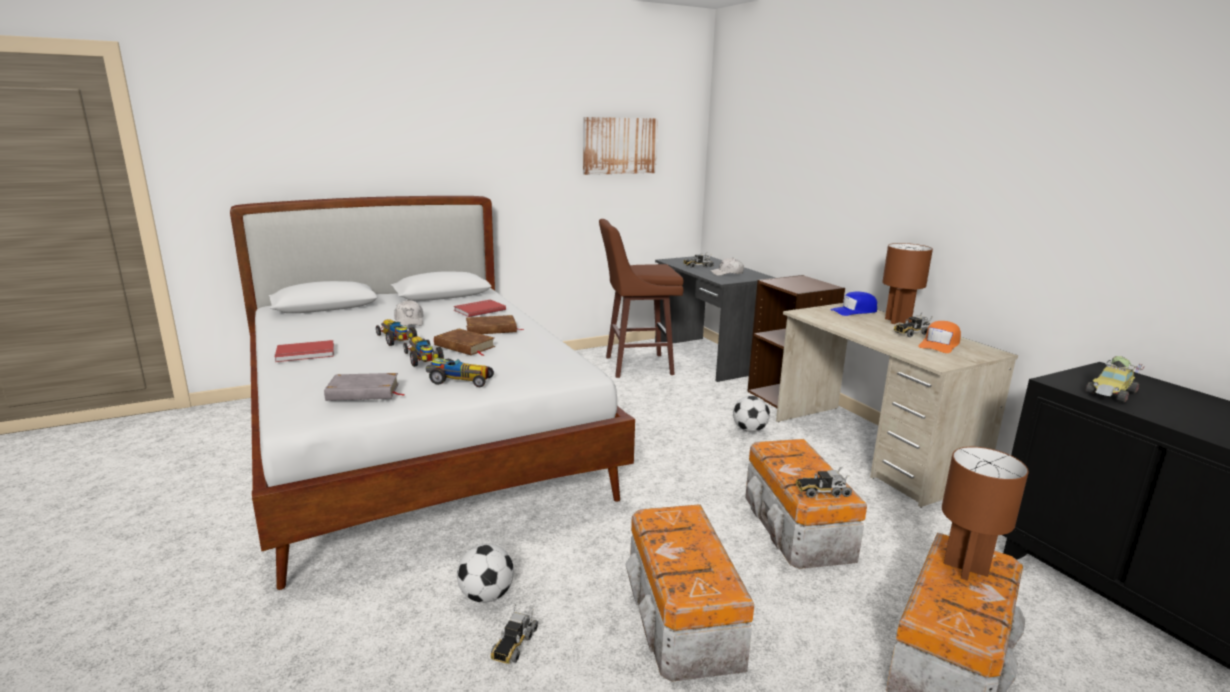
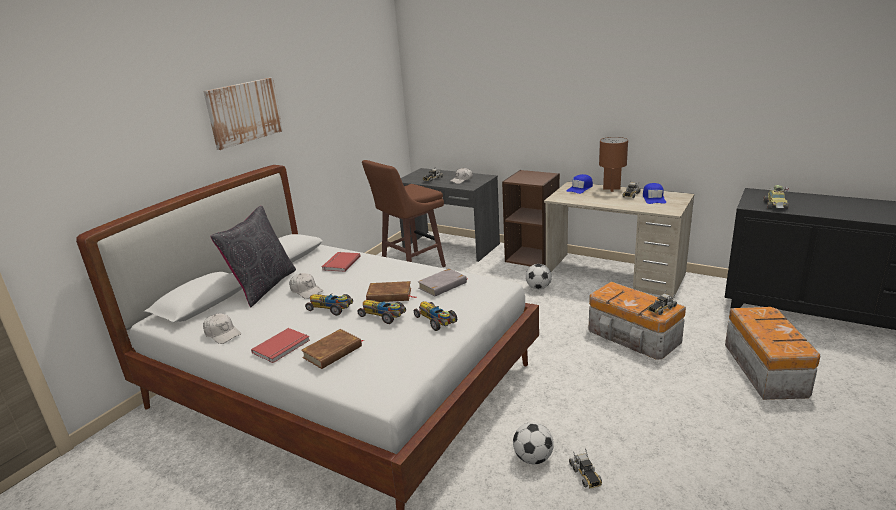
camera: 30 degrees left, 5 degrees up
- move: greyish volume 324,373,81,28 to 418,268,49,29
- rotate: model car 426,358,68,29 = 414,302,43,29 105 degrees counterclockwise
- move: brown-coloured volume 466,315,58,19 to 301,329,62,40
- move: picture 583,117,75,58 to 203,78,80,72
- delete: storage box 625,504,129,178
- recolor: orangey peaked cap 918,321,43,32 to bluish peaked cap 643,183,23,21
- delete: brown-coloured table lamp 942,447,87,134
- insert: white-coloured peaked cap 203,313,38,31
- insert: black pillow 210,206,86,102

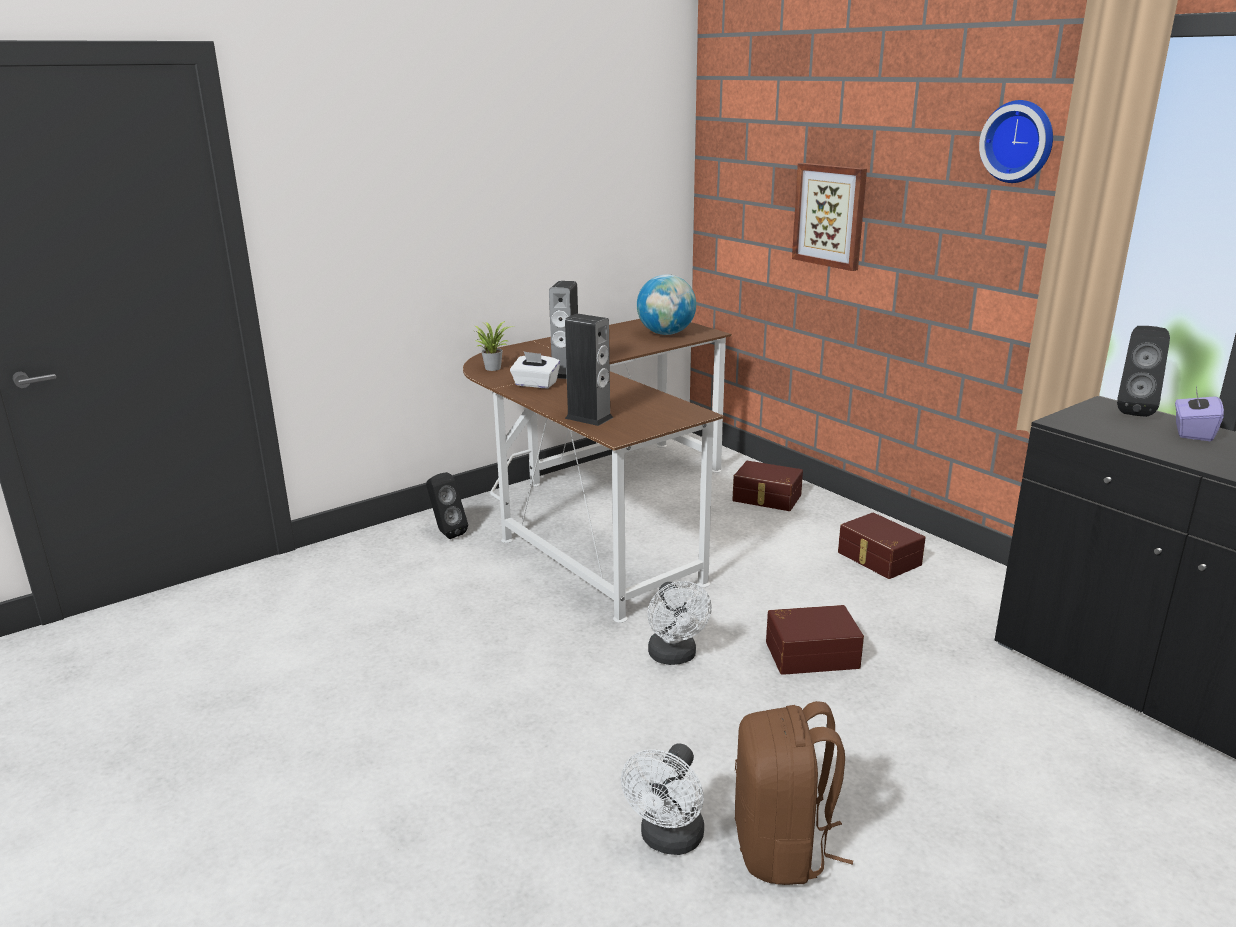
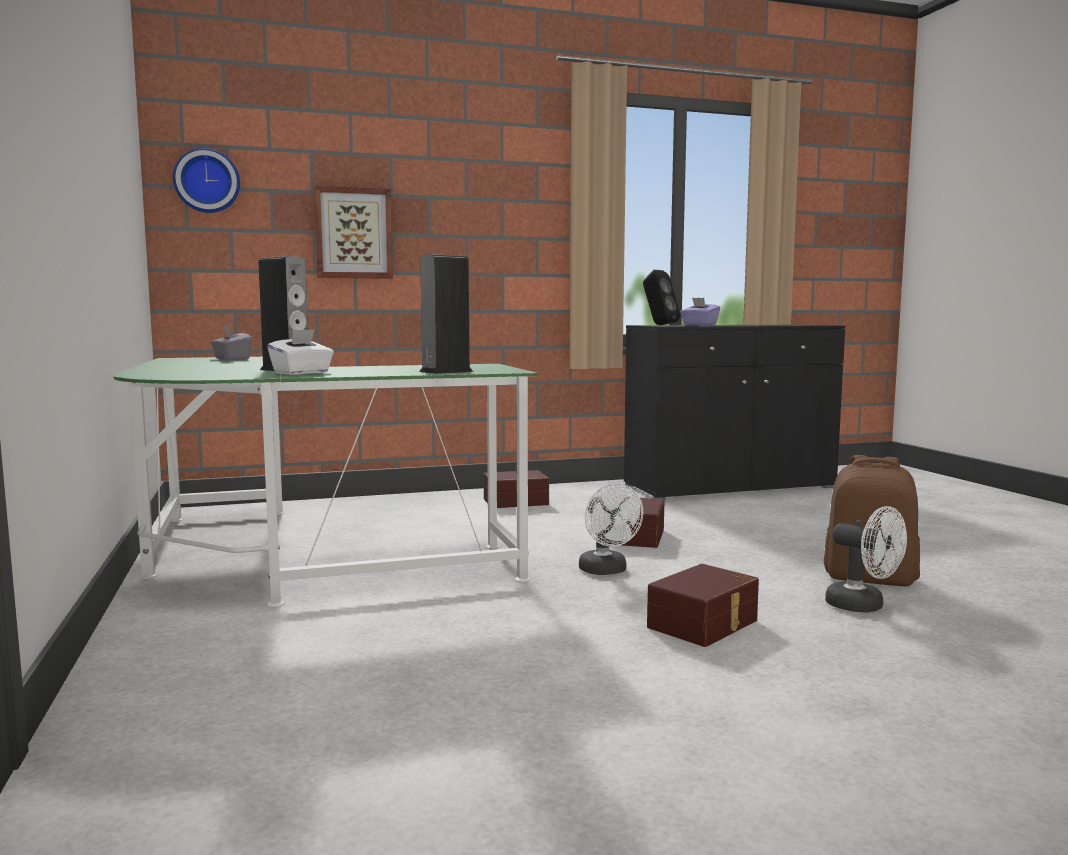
camera: 70 degrees left, 15 degrees down
- delete: black loudspeaker 426,472,42,67
- recolor: brown-coloured desk table 463,319,268,304 to green-coloured desk table 113,357,425,250
- delete: houseplant 475,321,40,50
- replace: world globe 637,274,59,61 to greyish tissue box 211,326,41,34
- rotate: white-coloured electric fan 647,581,65,84 = 579,483,64,92 60 degrees clockwise
- move: brown-coloured storage box 732,461,71,50 to 647,564,112,83
- move: clock on the wall 979,100,74,83 to 173,148,67,65

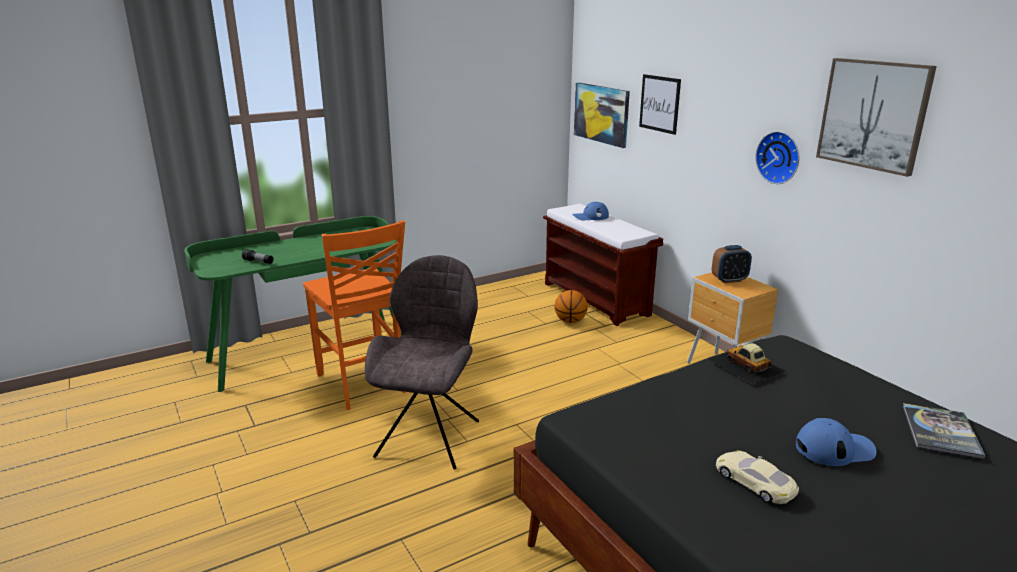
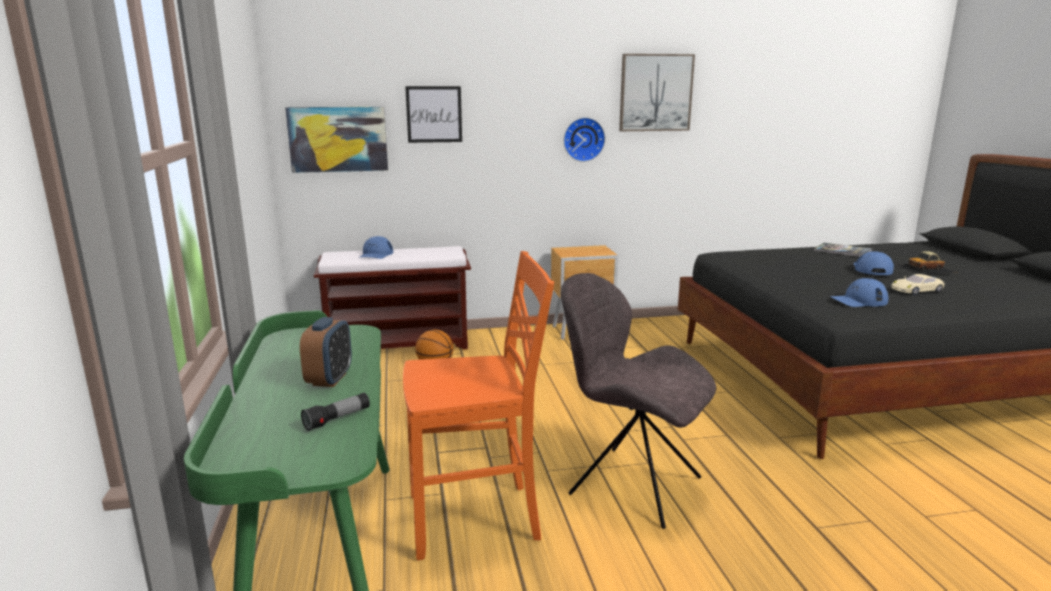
camera: 70 degrees left, 5 degrees down
- move: model car 708,343,78,41 to 895,251,62,23
- move: table clock 712,245,40,38 to 300,317,52,70
- insert: bluish peaked cap 830,278,59,29

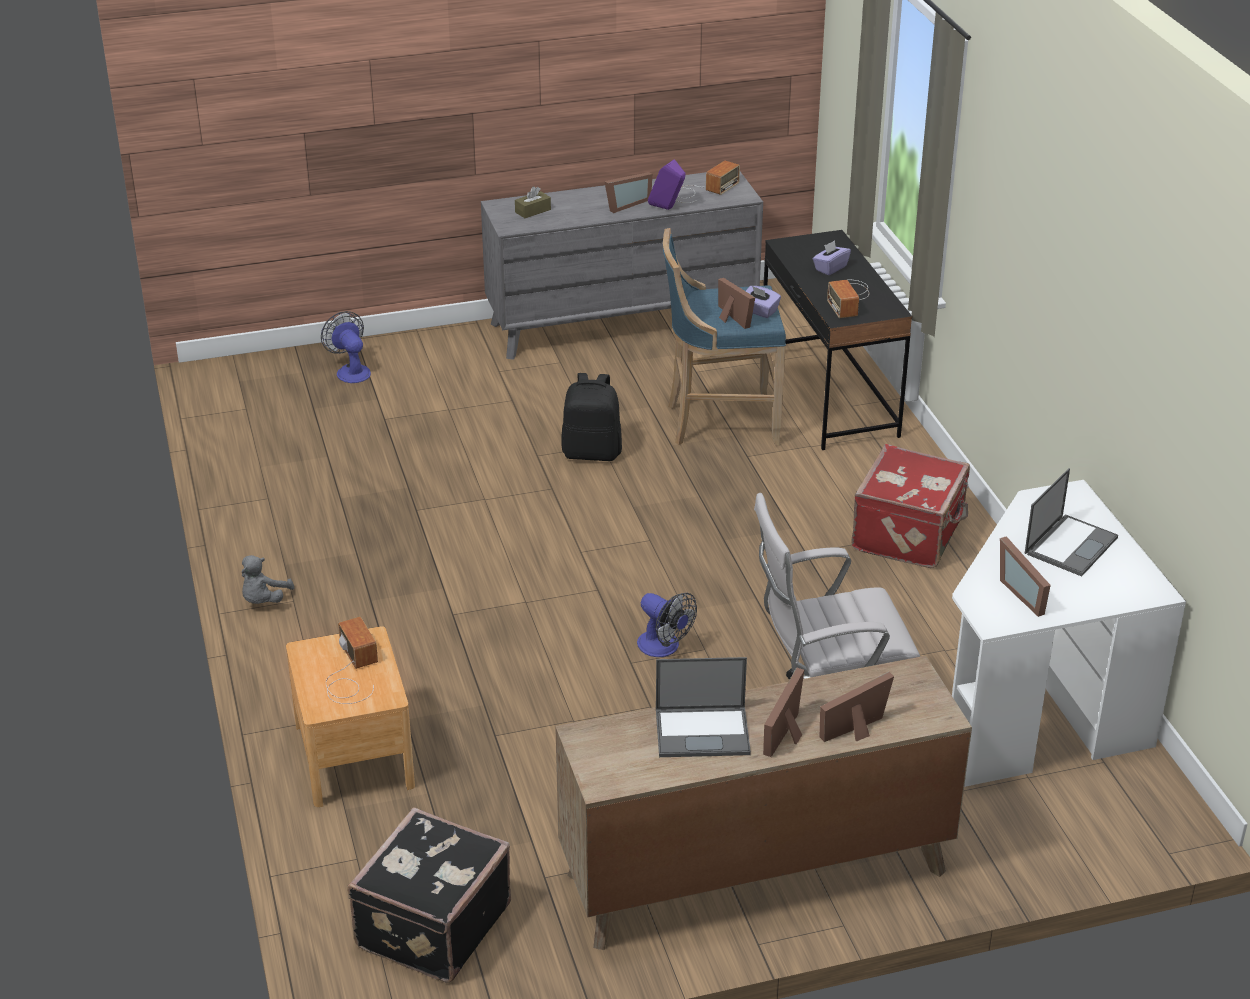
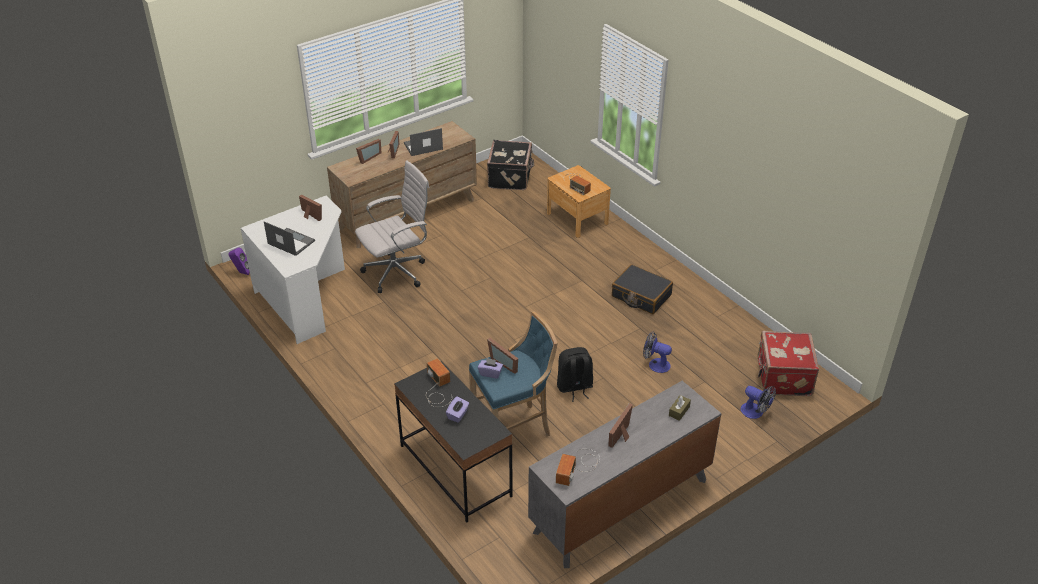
camera: 160 degrees right, 5 degrees up
- delete: greyish cuddly toy 242,555,52,49
- move: electric fan 637,593,60,64 to 643,331,29,42
- move: purple loudspeaker 648,159,38,51 to 229,247,21,28
- move: red suitcase 851,444,119,124 to 757,331,62,65
- rotate: notebook computer 1025,468,93,108 = 264,221,51,35 105 degrees clockwise
- insert: black suitcase 612,264,61,50

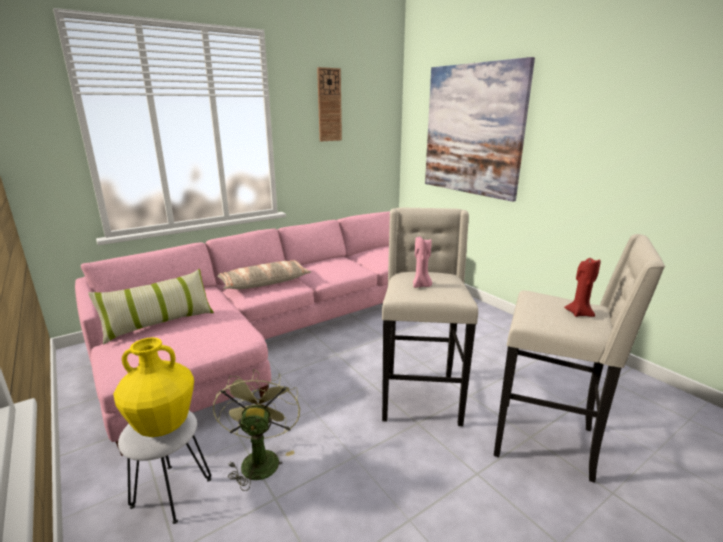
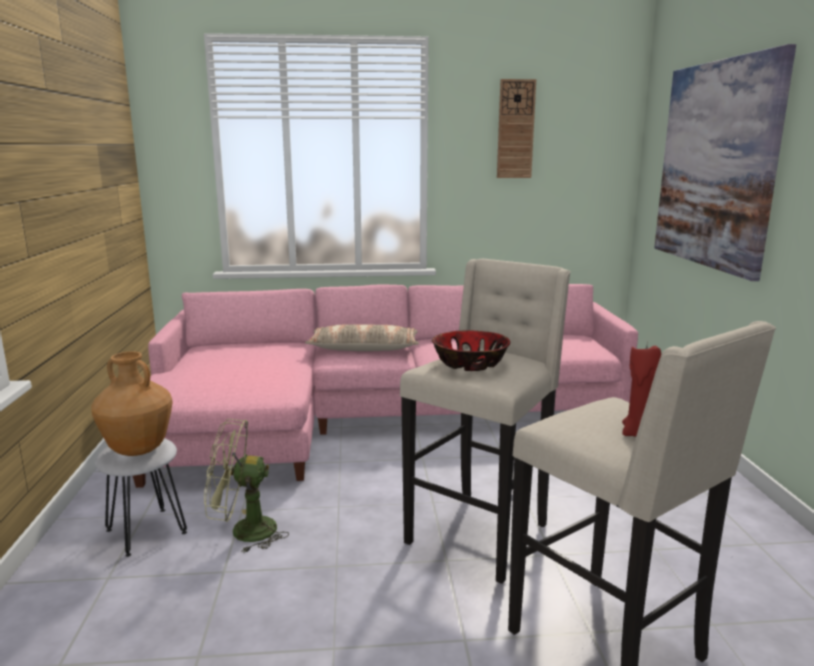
camera: 30 degrees right, 5 degrees down
- delete: pillow 88,269,126,76
- recolor: yellowish vase 113,337,81,100 to brown-coloured vase 91,352,82,104
- rotate: green-coloured electric fan 213,369,87,122 = 204,419,85,134 120 degrees counterclockwise
- replace: pinkish wax candle 413,237,19,51 to serving bowl 432,330,78,41

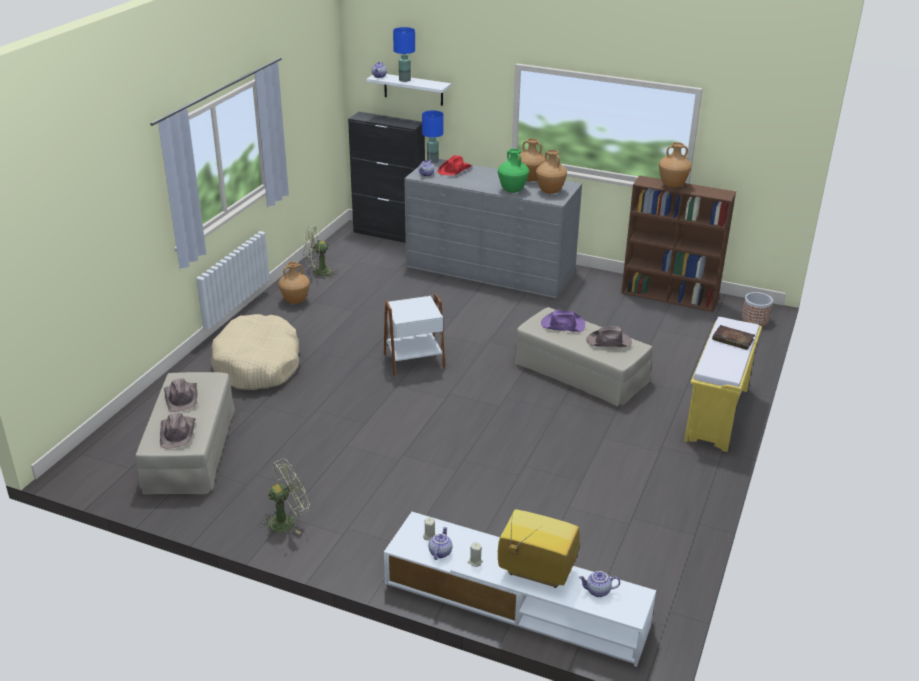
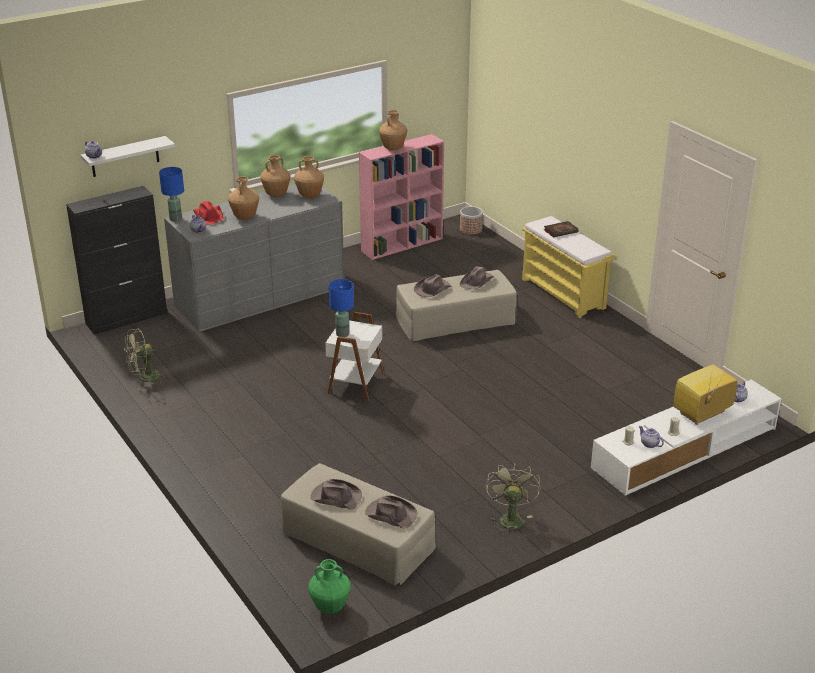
camera: 55 degrees left, 0 degrees up
- delete: beige pet bed 211,314,88,76
- move: brown-coloured vase 278,262,32,42 to 228,176,31,44
- rotate: green-coloured electric fan 303,226,35,54 = 125,329,42,57 45 degrees clockwise
- move: bluish table lamp 393,27,22,55 to 329,279,25,58
- move: green-coloured vase 498,149,31,44 to 308,559,43,55
- recolor: purple wearable hat 541,310,44,22 to brown-coloured wearable hat 414,274,38,23
- recolor: brown-coloured bookshelf 621,176,115,136 to pinkish bookshelf 359,134,85,126

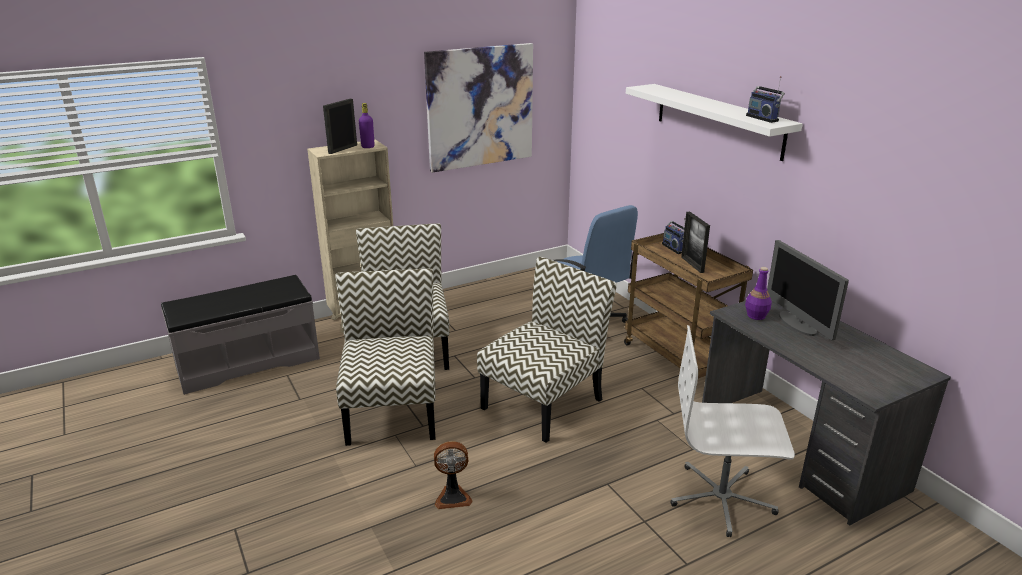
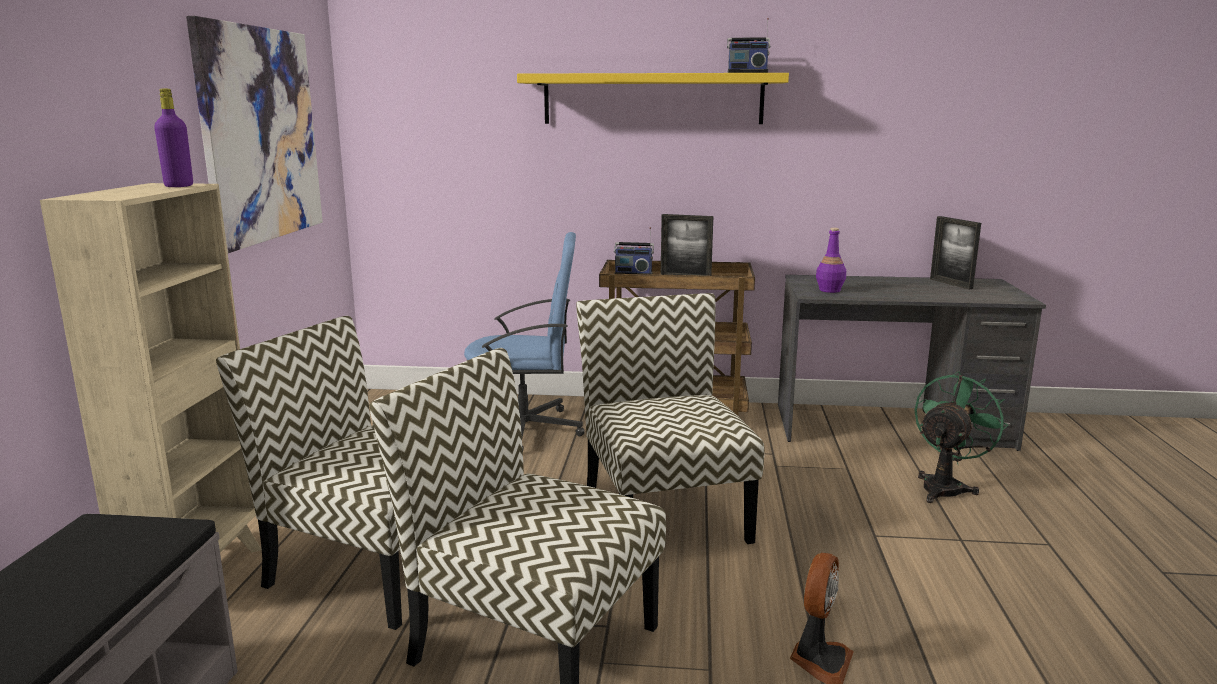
camera: 55 degrees left, 10 degrees down
- move: photo frame 323,99,34,55 to 930,216,51,73
- recolor: white-coloured bracket shelf 626,84,177,77 to yellowish bracket shelf 517,73,272,51
- replace: white-coloured computer chair 670,325,125,212 to green-coloured electric fan 914,371,94,132
- delete: computer screen 767,240,82,100

